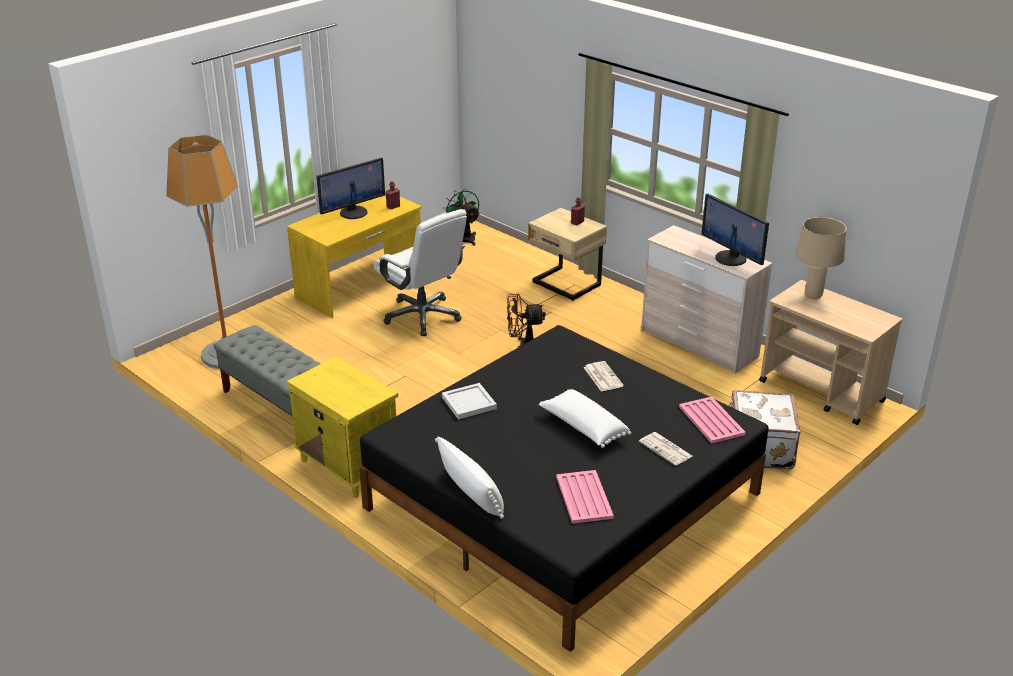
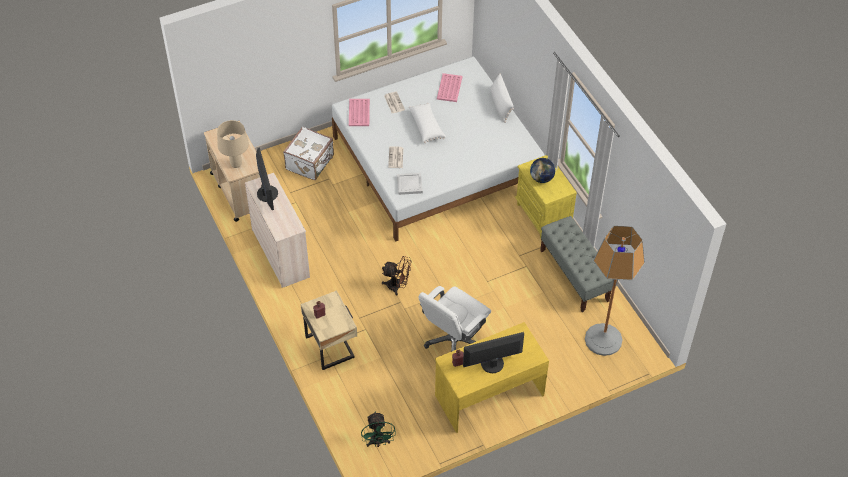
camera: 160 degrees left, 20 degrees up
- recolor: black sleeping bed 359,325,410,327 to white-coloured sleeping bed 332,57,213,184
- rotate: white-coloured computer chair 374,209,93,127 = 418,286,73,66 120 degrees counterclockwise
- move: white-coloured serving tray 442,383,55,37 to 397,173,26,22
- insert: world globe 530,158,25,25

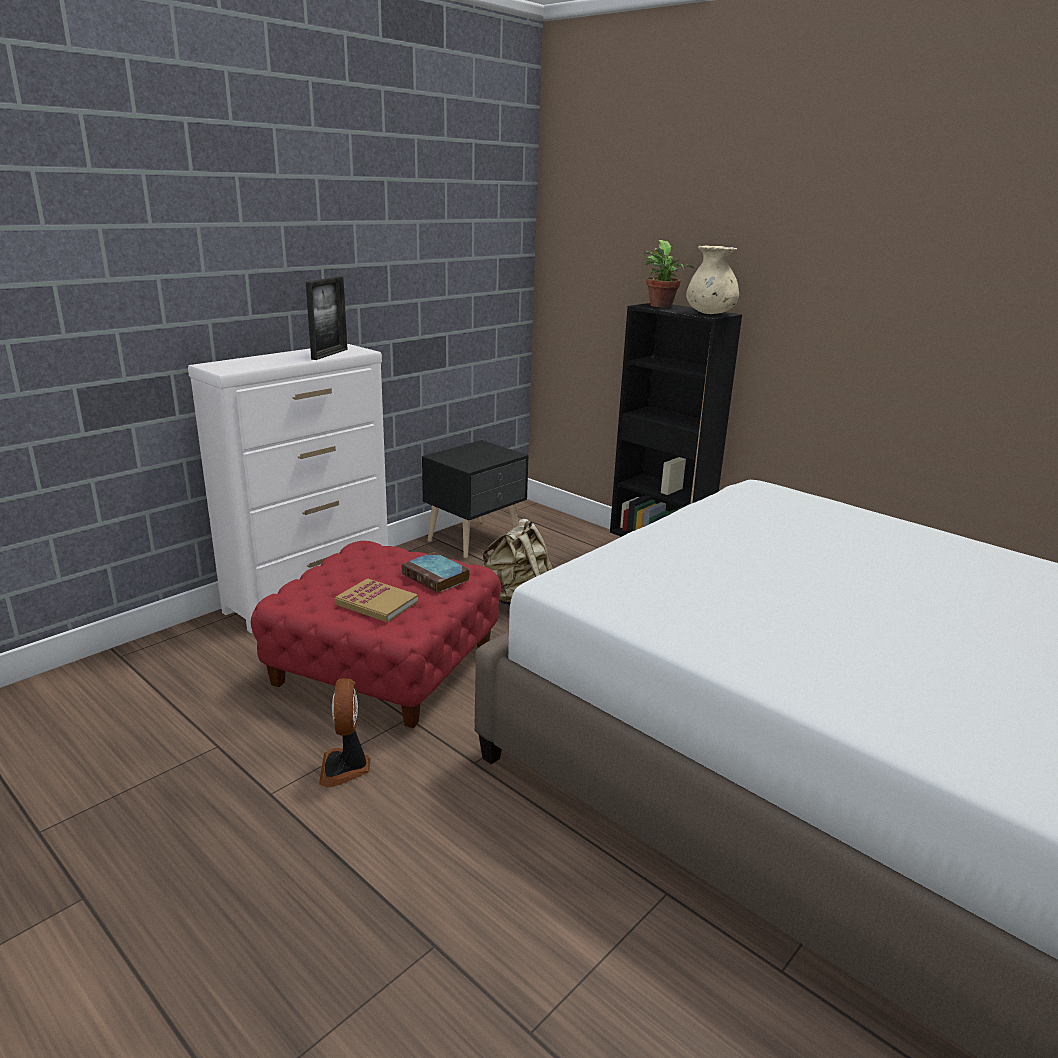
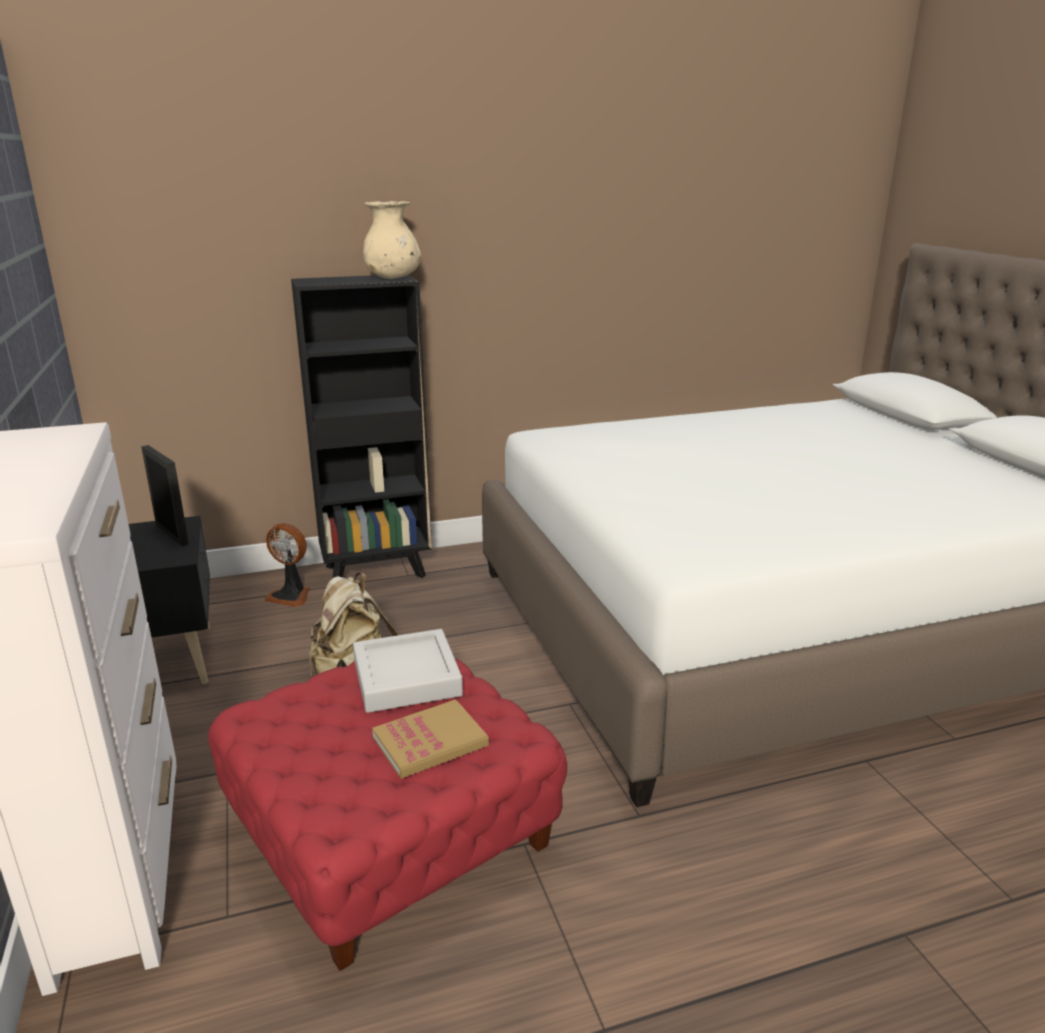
camera: 60 degrees left, 0 degrees up
- move: photo frame 306,276,42,84 to 141,445,48,101
- move: electric fan 319,678,52,109 to 264,523,45,84
- replace: volume 402,552,68,41 to greyish serving tray 353,629,110,84
- delete: houseplant 643,240,52,67

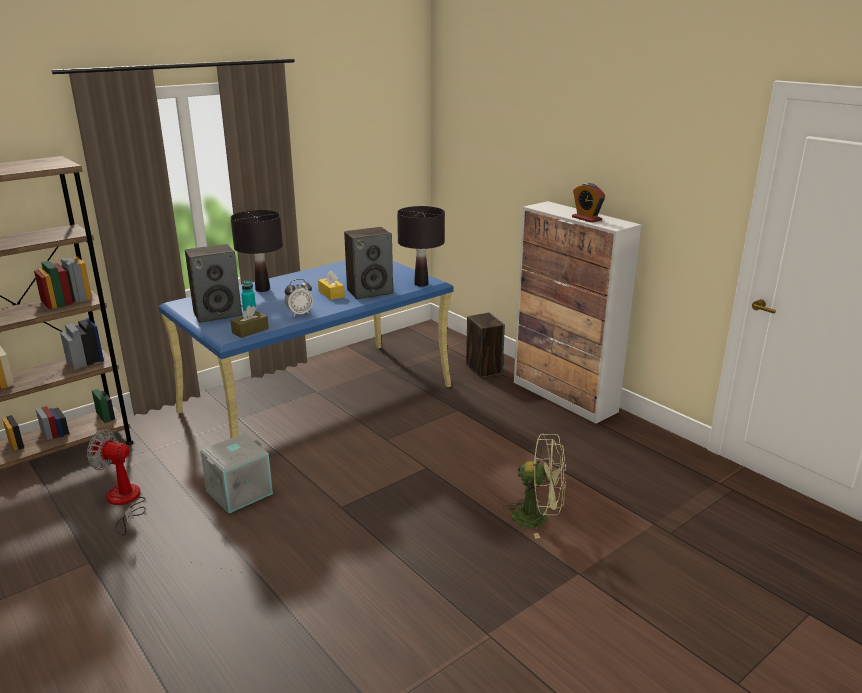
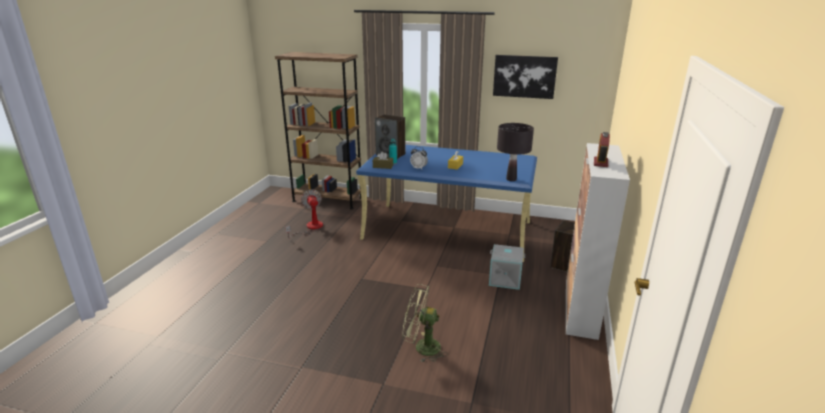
camera: 55 degrees right, 0 degrees up
- move: greyish storage box 200,433,73,80 to 489,244,36,46
- delete: black table lamp 230,210,53,82
- delete: loudspeaker 344,227,49,72
- rotate: green-coloured electric fan 503,433,63,106 = 402,284,46,78 120 degrees clockwise
- insert: picture 493,55,65,44

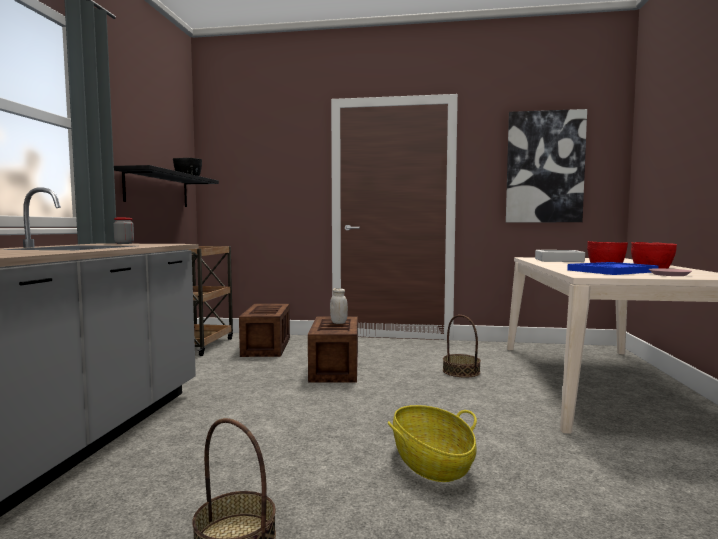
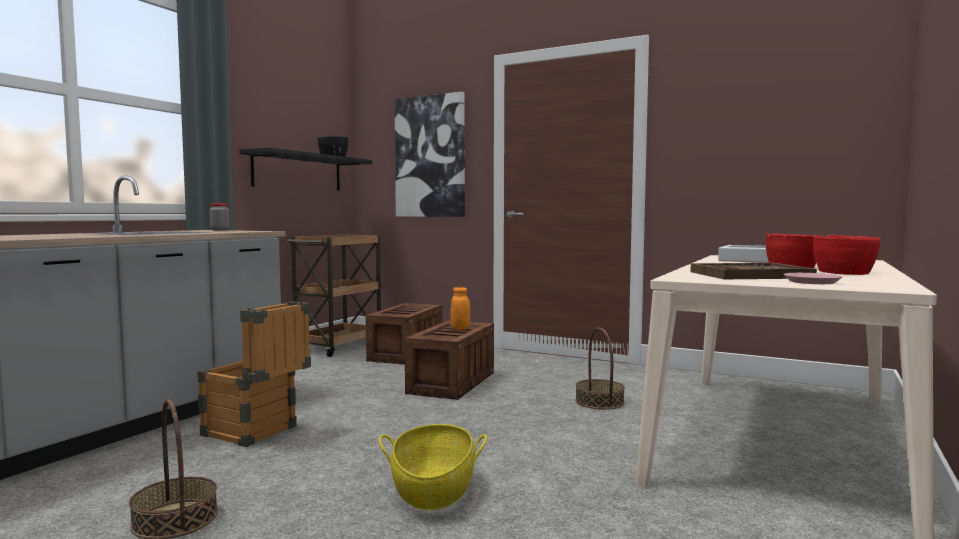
camera: 20 degrees right, 0 degrees up
- recolor: white-coloured storage jar 330,288,18,36 to orangey storage jar 451,287,19,43
- move: picture 506,109,81,113 to 394,92,71,125
- recolor: bluish serving tray 567,262,92,13 to brown-coloured serving tray 691,263,126,16
- insert: crate 197,301,114,146

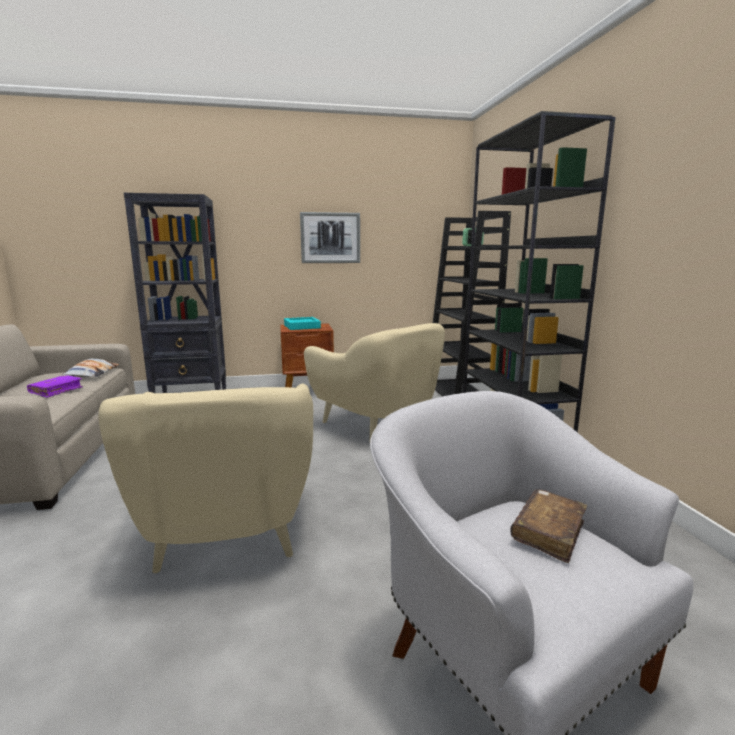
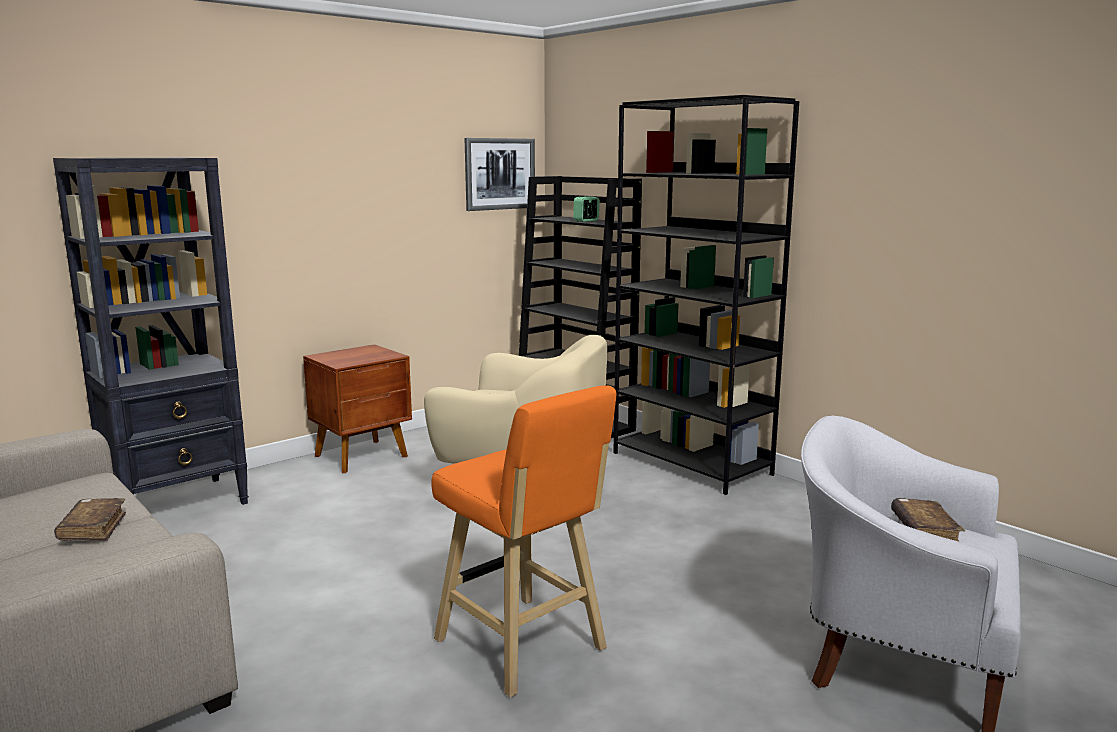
camera: 30 degrees left, 0 degrees up
- recolor: purple volume 27,375,56,23 to brown-coloured volume 54,498,72,43
- delete: pillow 62,359,57,18
- replace: beige armchair 98,384,215,189 to orangey stool seat 431,385,185,313
- delete: blue-green serving tray 284,317,37,13
- move: picture 300,212,60,51 to 465,138,70,73

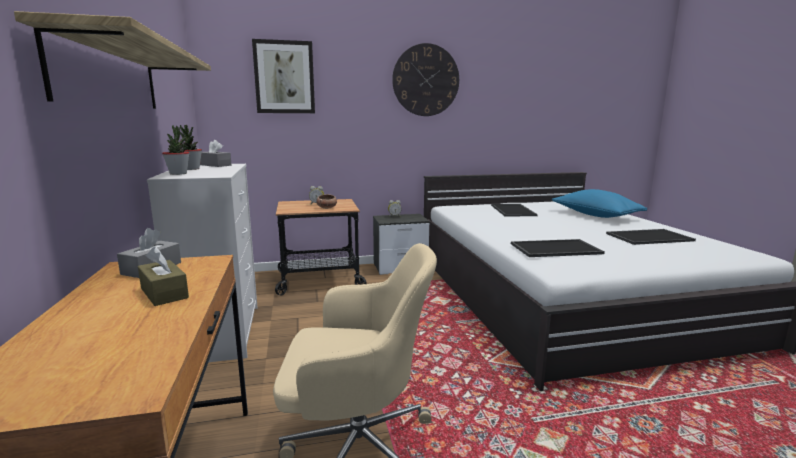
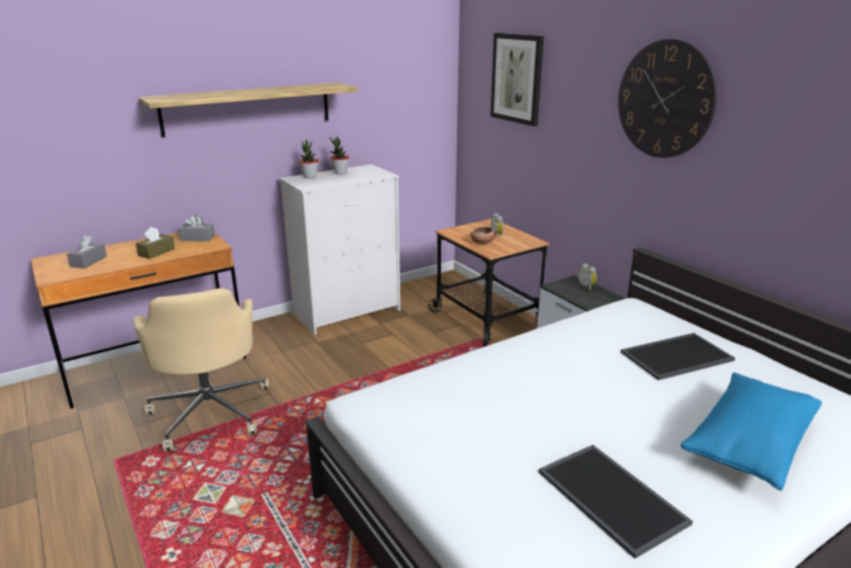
camera: 70 degrees right, 10 degrees up
- move: greyish tissue box 200,140,32,27 to 67,235,40,33
- delete: serving tray 511,239,94,18

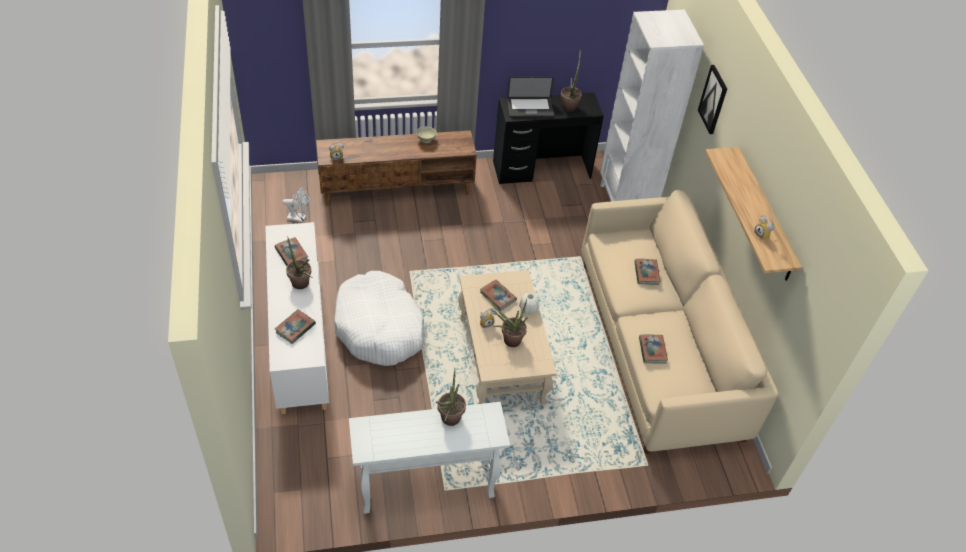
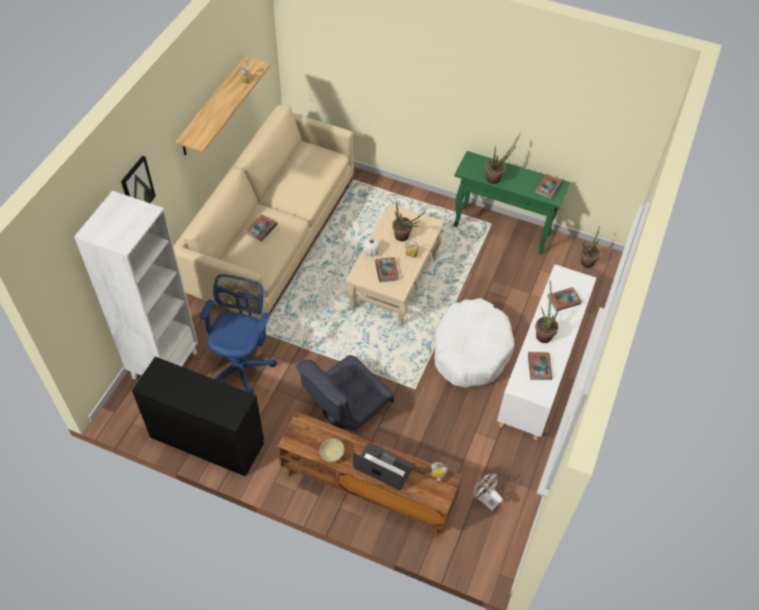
camera: 145 degrees left, 5 degrees up
- recolor: white-coloured narrow table 349,402,161,112 to green-coloured narrow table 453,151,117,104
- move: notebook computer 507,77,47,40 to 353,442,61,48
- move: houseplant 561,49,21,63 to 581,226,20,42
- move: volume 639,335,29,28 to 535,174,28,25
- insert: bluish computer chair 199,274,78,120
- insert: greyish armchair 296,355,98,76

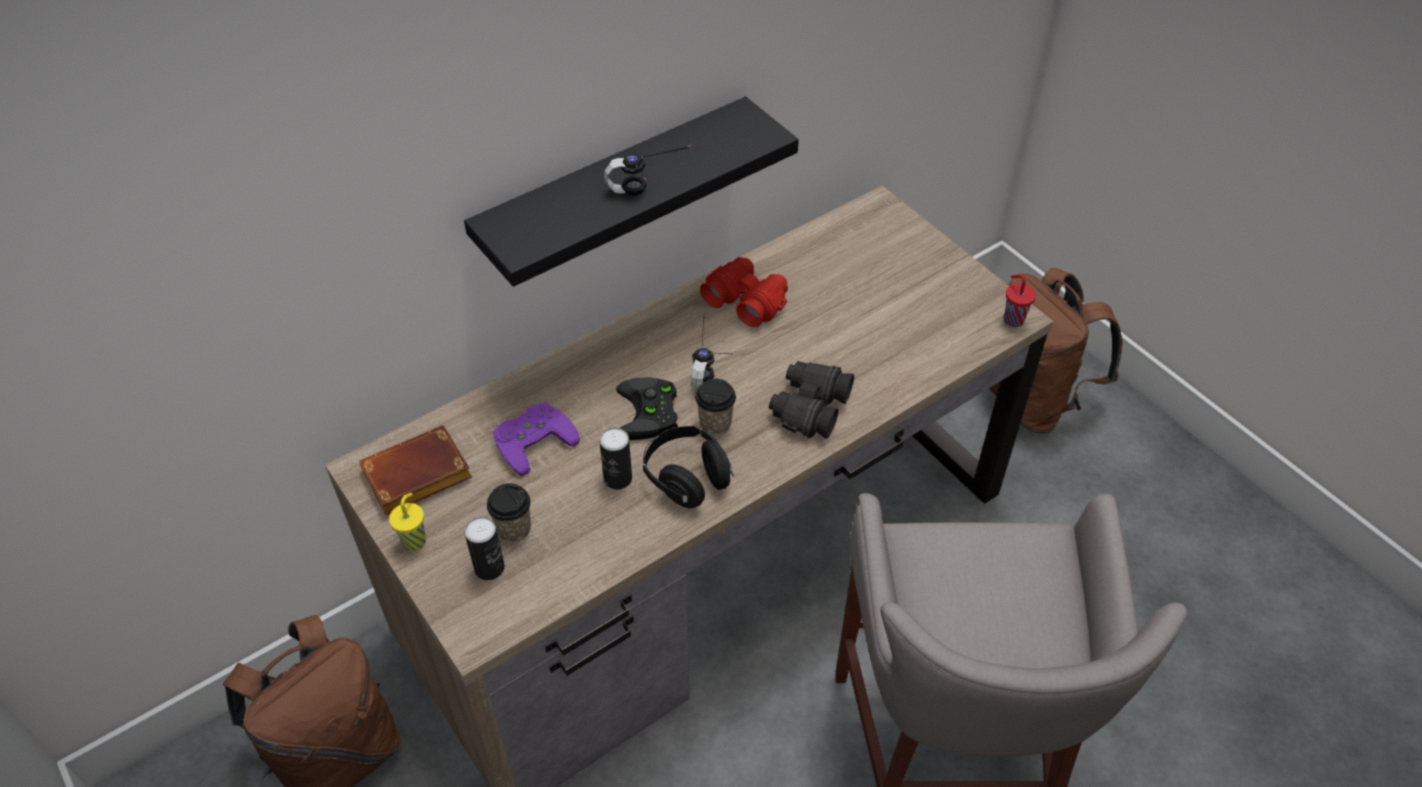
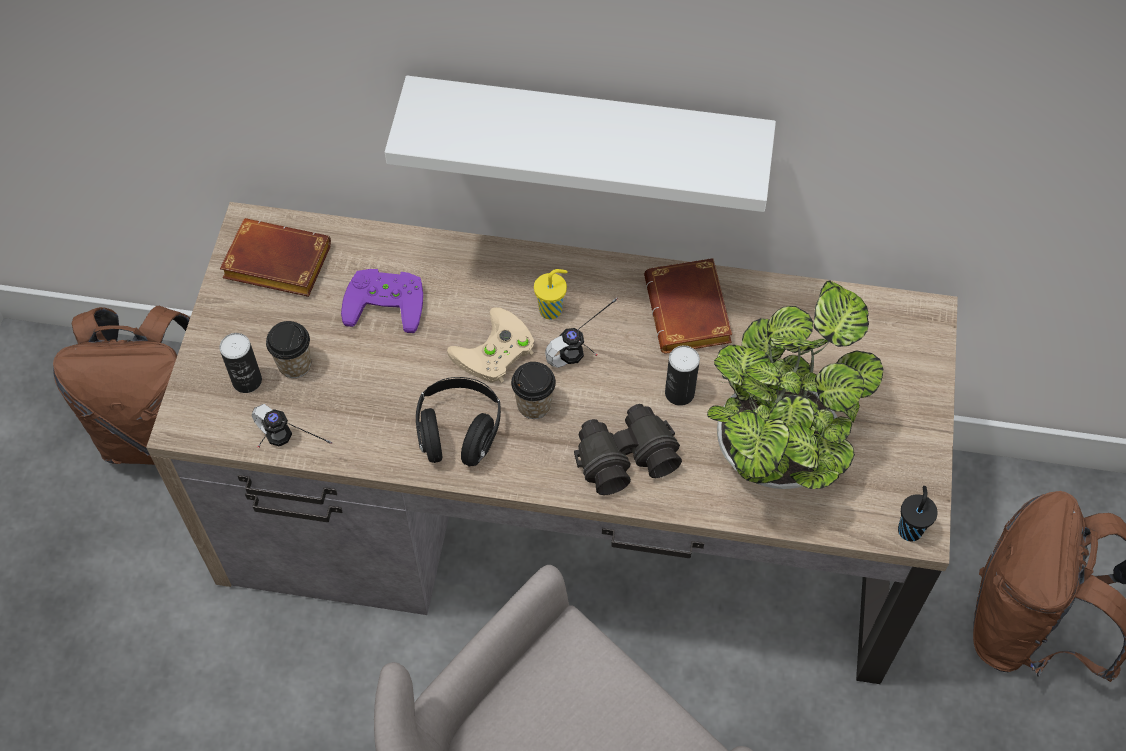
camera: 45 degrees right, 10 degrees up
- move: yellowish cup 389,493,37,58 to 534,269,34,51
- recolor: black bracket shelf 464,97,335,190 to white-coloured bracket shelf 385,76,391,136
- move: sealed can 599,427,33,63 to 665,345,35,61
- move: pair of headphones 604,145,90,51 to 252,404,81,44
- recolor: black gamepad 616,378,62,62 to beige gamepad 447,307,87,76
- replace: red pair of binoculars 700,257,88,70 to brown-coloured volume 644,258,88,95
- recolor: red cup 1004,274,32,53 to black cup 898,486,40,55
- insert: houseplant 707,280,176,209

